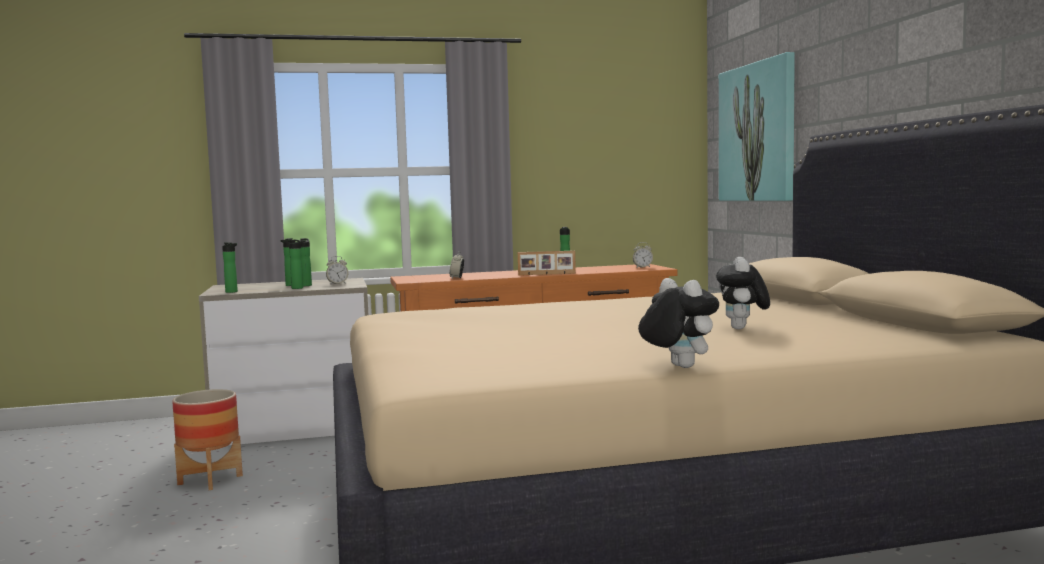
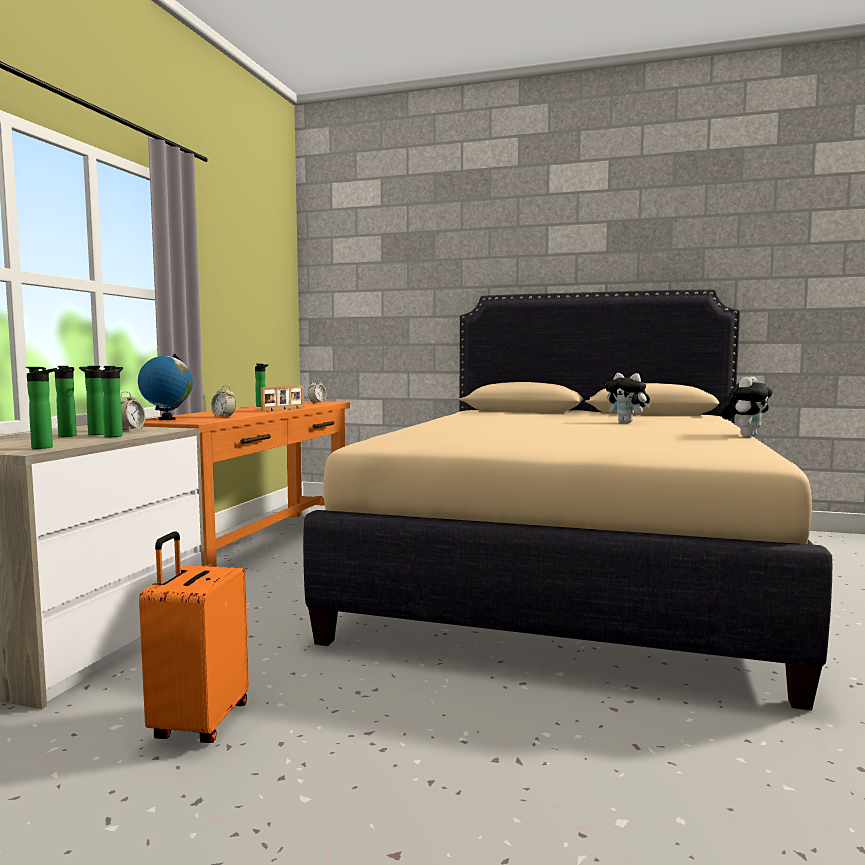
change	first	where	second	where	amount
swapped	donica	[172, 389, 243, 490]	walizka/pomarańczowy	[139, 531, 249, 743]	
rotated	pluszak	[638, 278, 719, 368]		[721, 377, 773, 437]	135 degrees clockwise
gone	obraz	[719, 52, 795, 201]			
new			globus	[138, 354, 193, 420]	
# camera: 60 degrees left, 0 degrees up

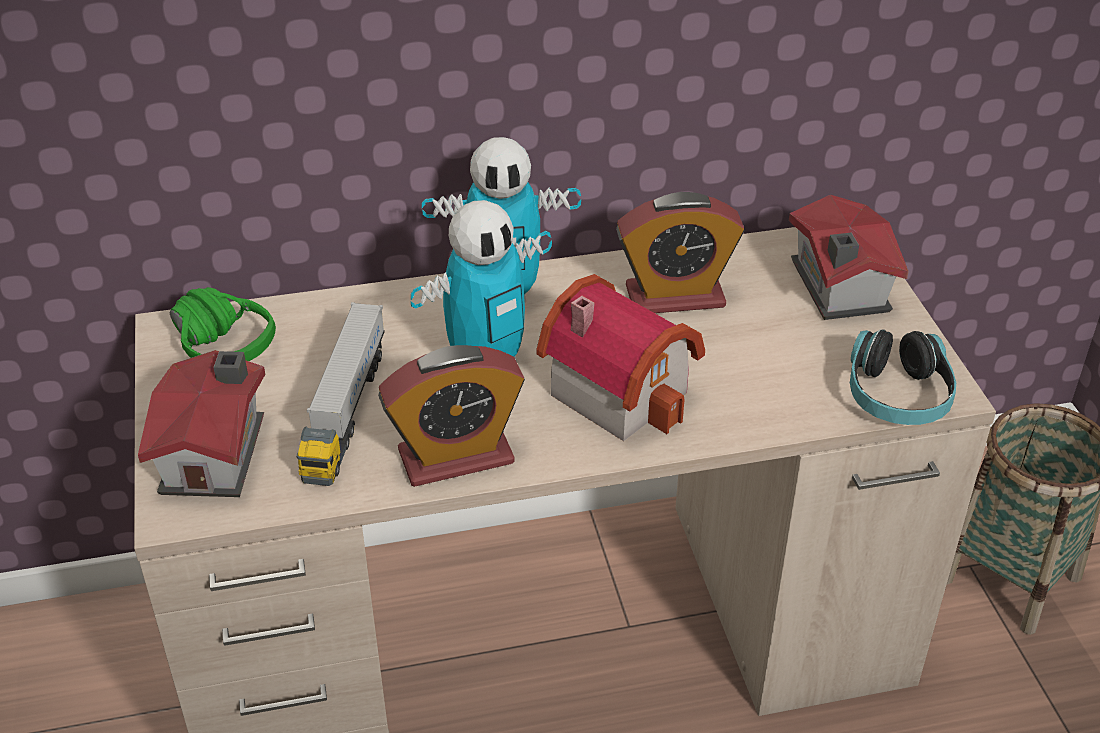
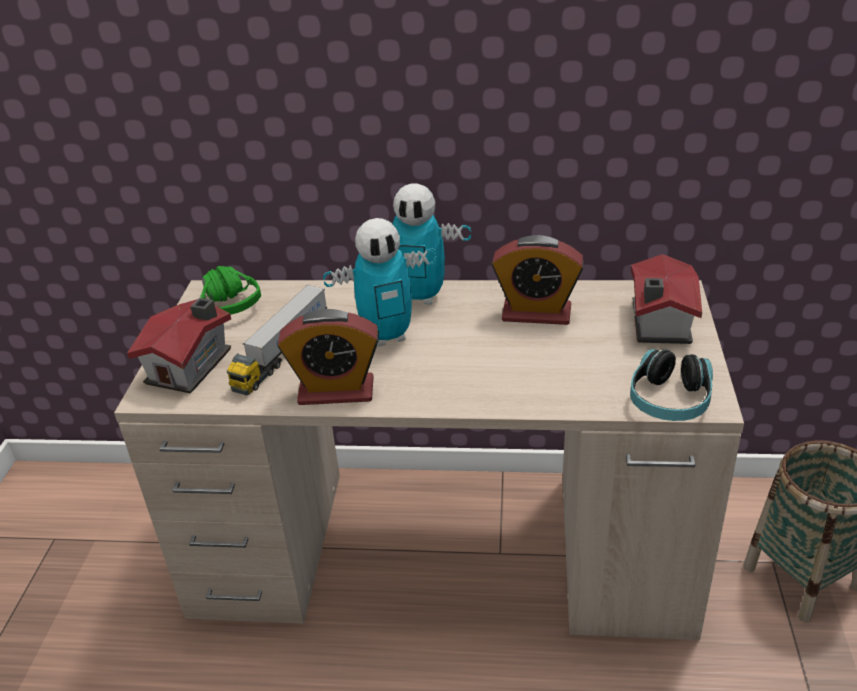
change	first	where	second	where	amount
gone	domek	[536, 274, 705, 441]			
# camera: 20 degrees right, 5 degrees down

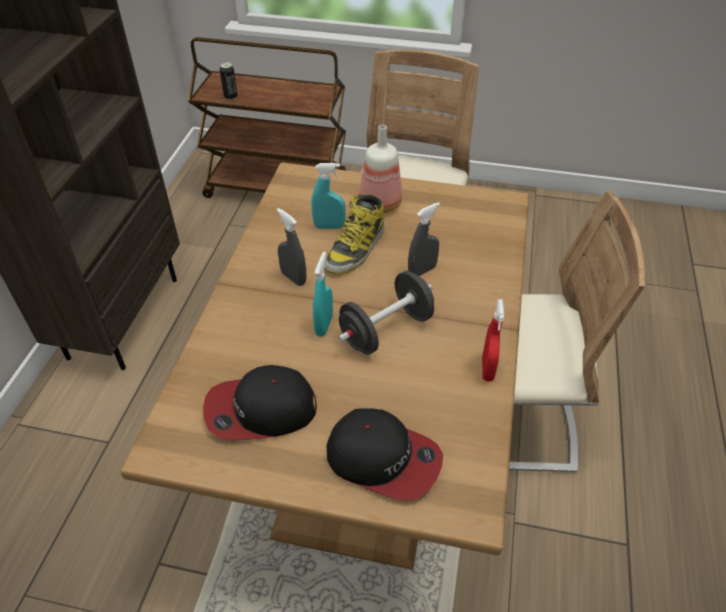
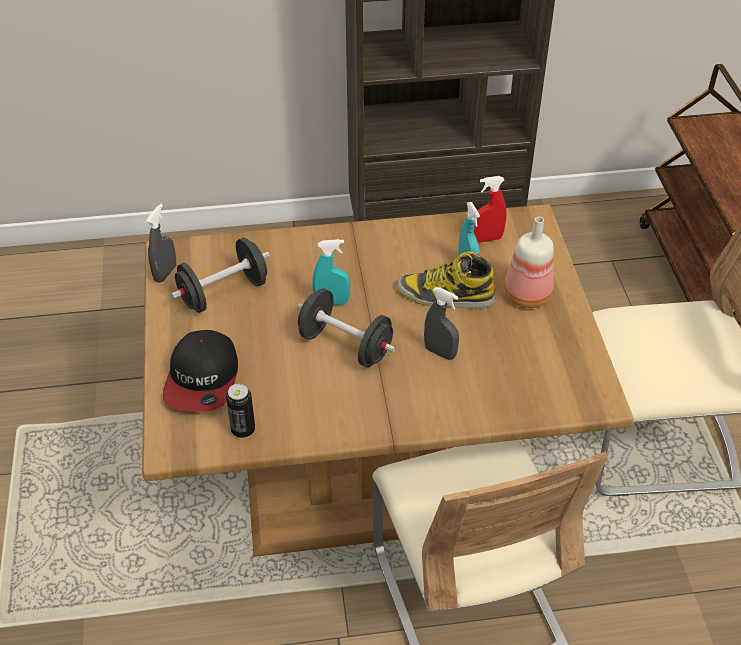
change	first	where	second	where	amount
swapped	czapka z daszkiem	[203, 365, 317, 440]	hantel/czarny	[171, 238, 270, 313]	
shifted	puszka	[220, 62, 238, 100]		[226, 384, 255, 438]	
shifted	spryskiwacz/szary	[277, 208, 306, 286]		[146, 204, 176, 283]	
shifted	spryskiwacz/czerwony	[482, 299, 504, 382]		[474, 176, 507, 243]	
# camera: 70 degrees right, 0 degrees up

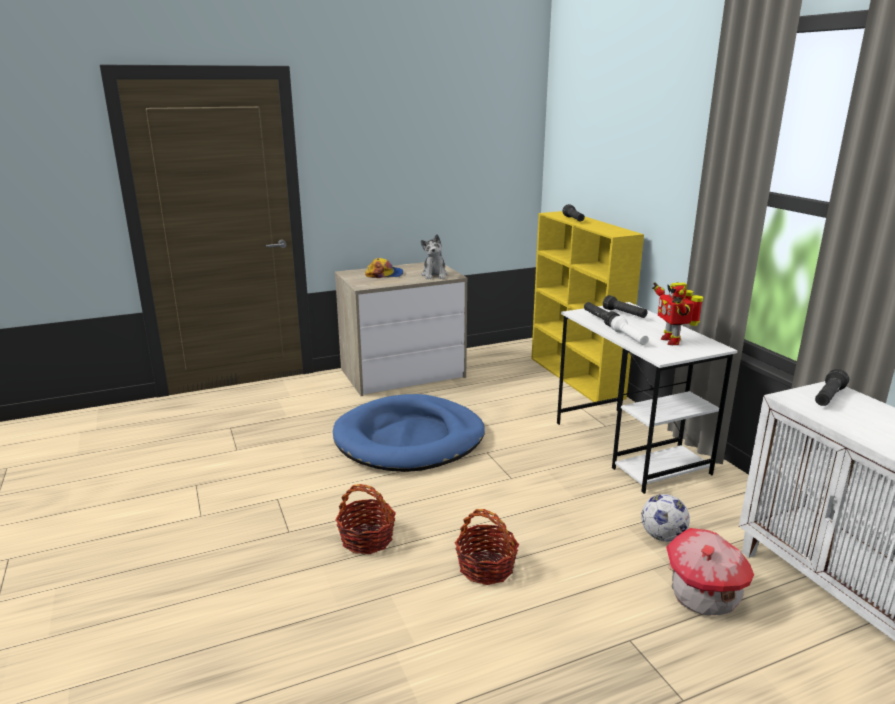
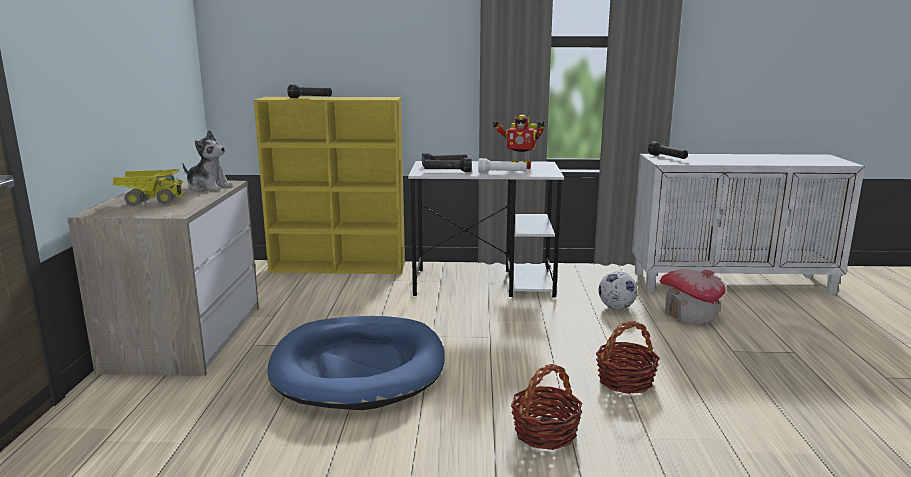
change	first	where	second	where	amount
swapped	czapka z daszkiem	[365, 258, 404, 278]	ciężarówka zabawkowa	[113, 169, 185, 206]	
# camera: 65 degrees left, 5 degrees down

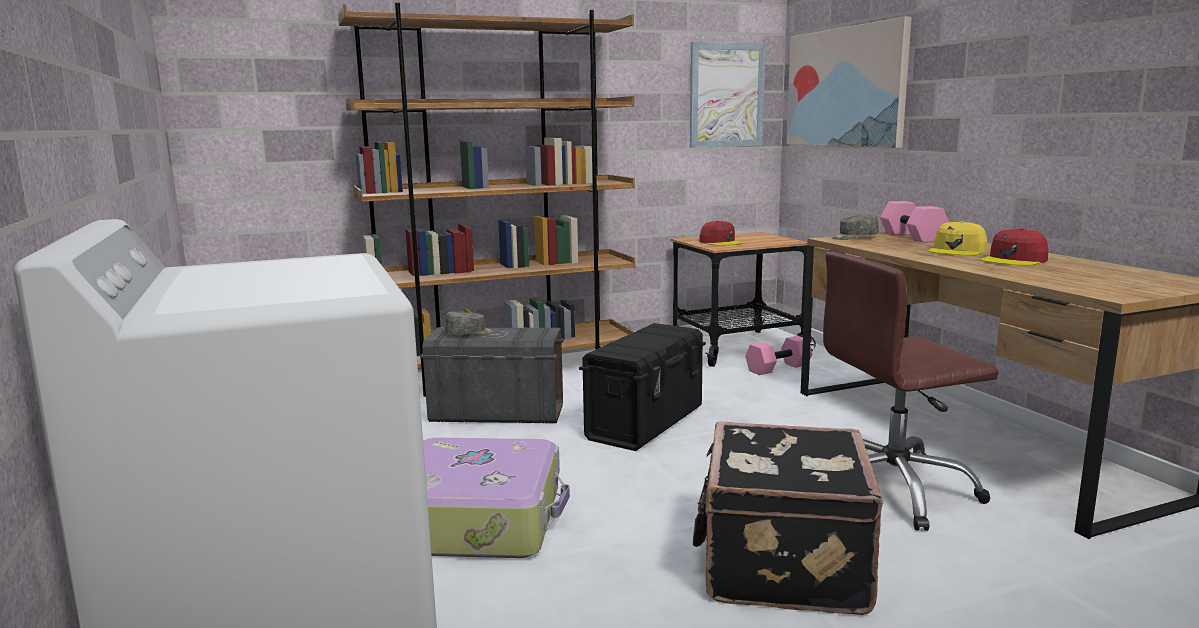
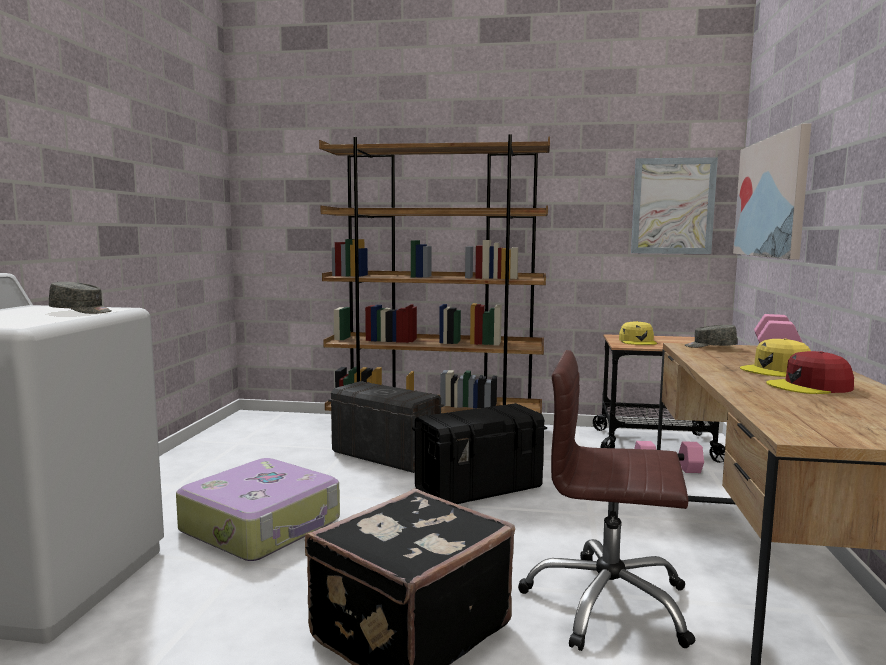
change	first	where	second	where	amount
shifted	czapka z daszkiem/szary	[445, 311, 494, 335]		[49, 282, 111, 314]	
repainted	czapka z daszkiem/czerwony	[699, 221, 743, 246]	czapka z daszkiem/żółty	[619, 321, 657, 345]	
# camera: 30 degrees right, 5 degrees down

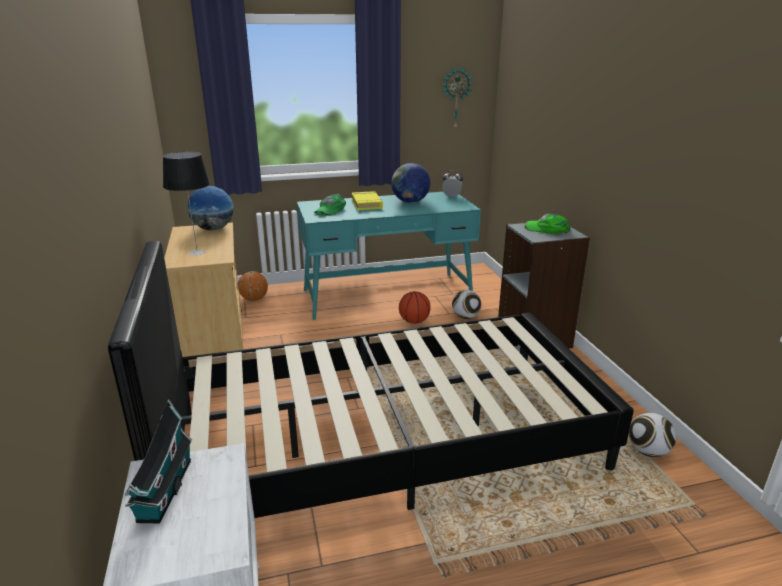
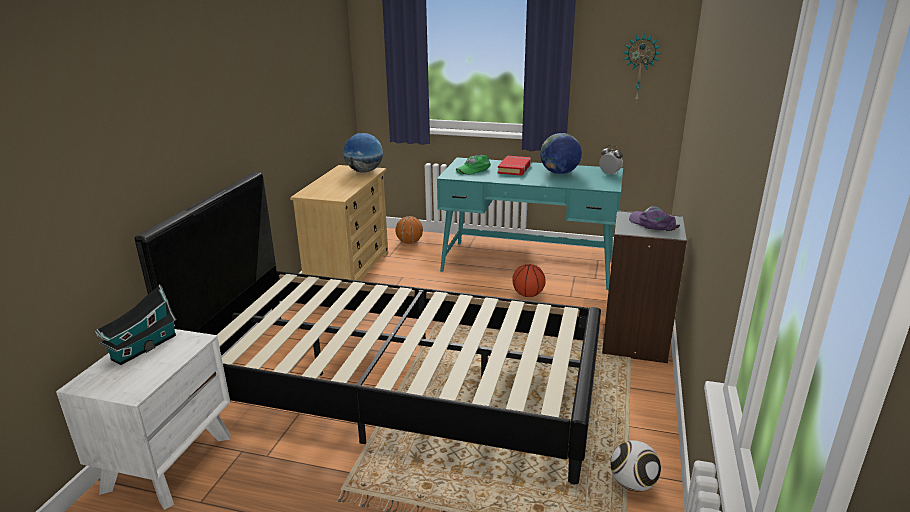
change	first	where	second	where	amount
gone	lampa stołowa	[163, 152, 210, 255]			
repainted	książka/żółty	[351, 191, 383, 210]	książka/czerwony	[498, 155, 531, 176]	
gone	piłka futbolowa	[452, 290, 482, 319]			
repainted	czapka z daszkiem/zielony	[524, 213, 571, 234]	czapka z daszkiem/fioletowy	[629, 206, 680, 231]	
# camera: 30 degrees right, 0 degrees up

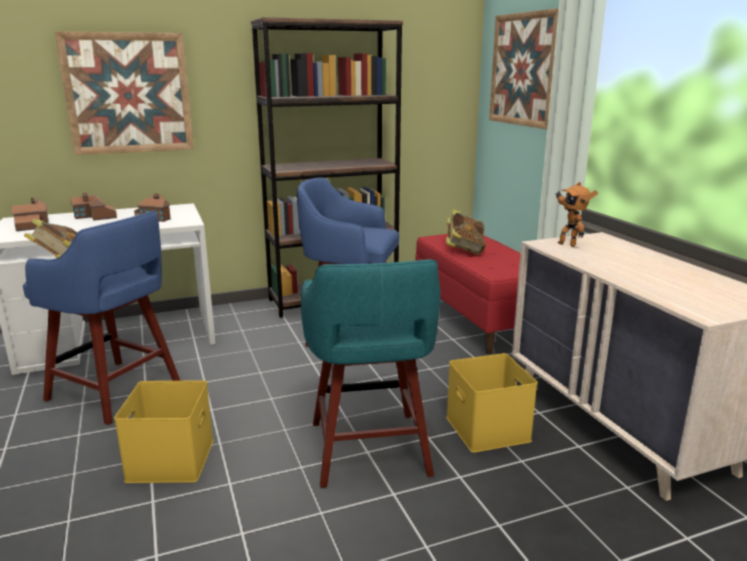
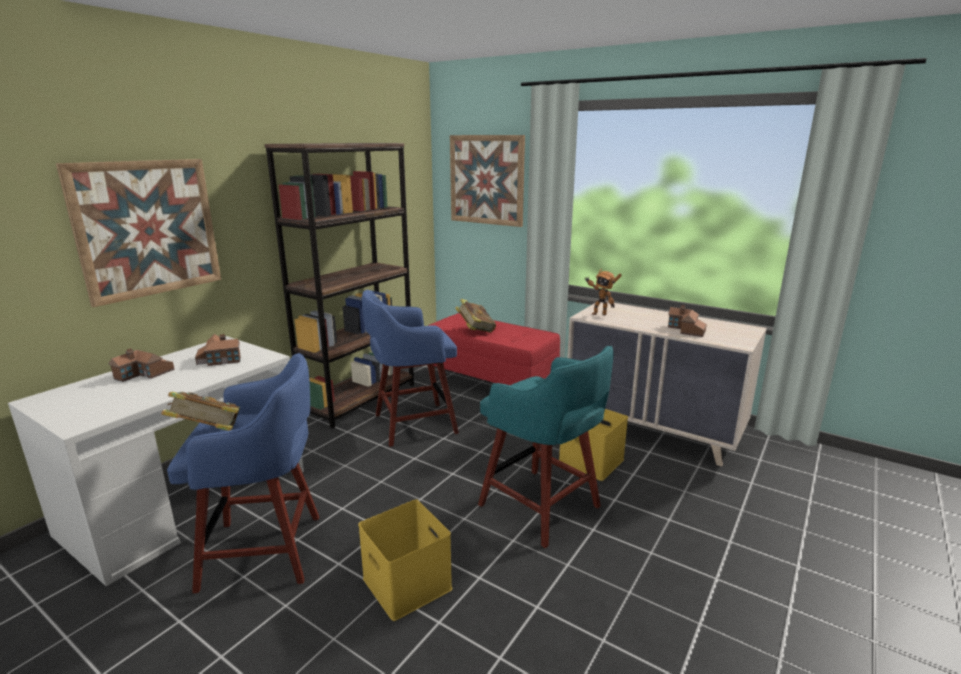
change	first	where	second	where	amount
shifted	domek	[11, 197, 48, 231]		[668, 305, 707, 337]	
# camera: 35 degrees left, 0 degrees up

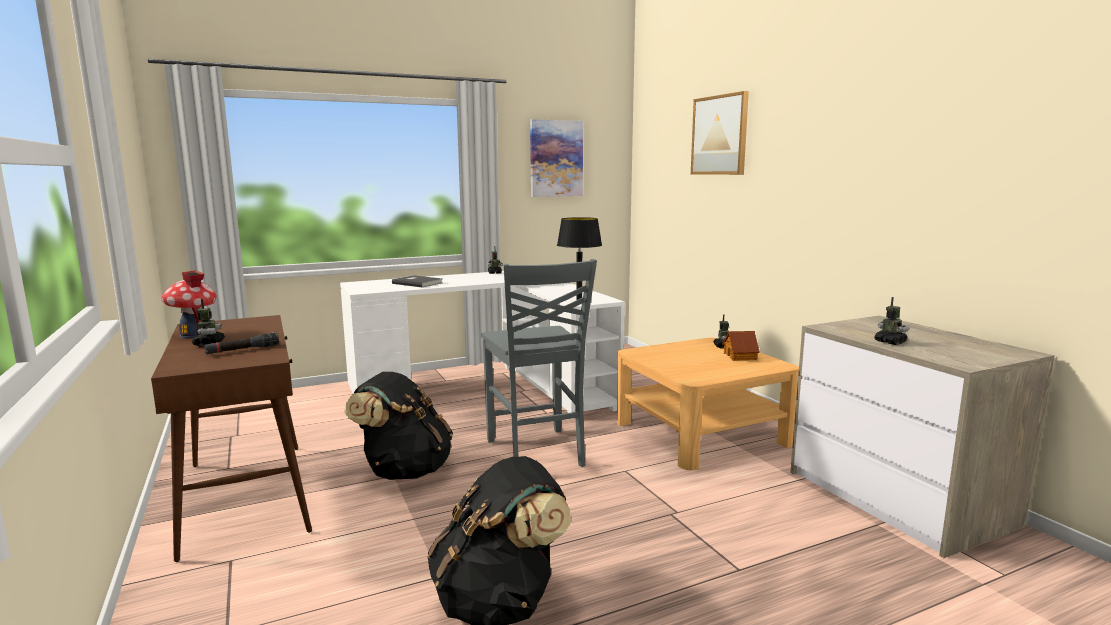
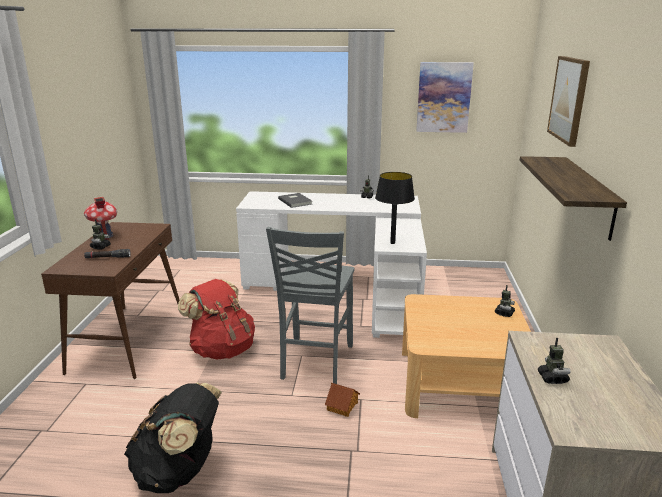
change	first	where	second	where	amount
repainted	plecak/czarny	[344, 372, 453, 480]	plecak/czerwony	[178, 279, 255, 359]	
shifted	domek	[722, 331, 760, 361]		[325, 383, 360, 417]	
new			półka	[519, 156, 627, 241]	
# camera: 30 degrees right, 10 degrees up

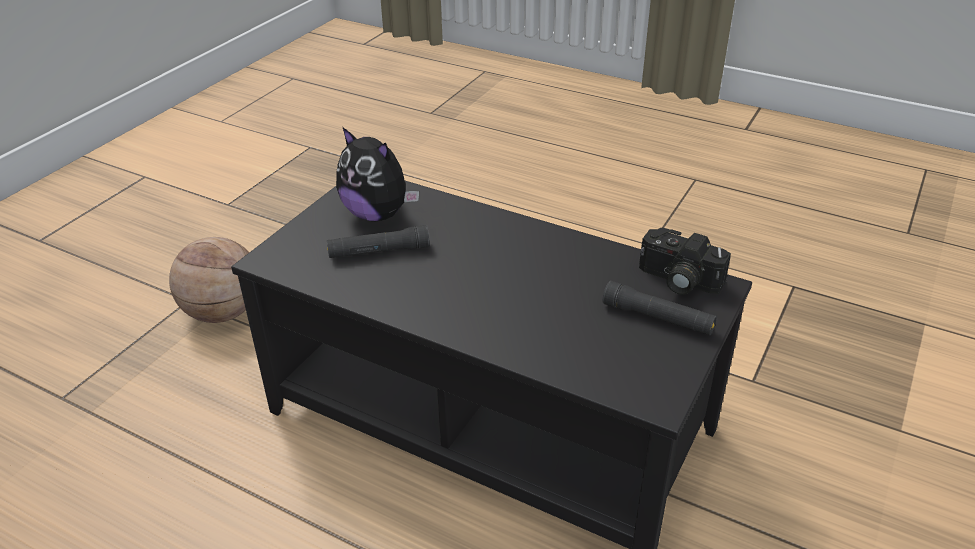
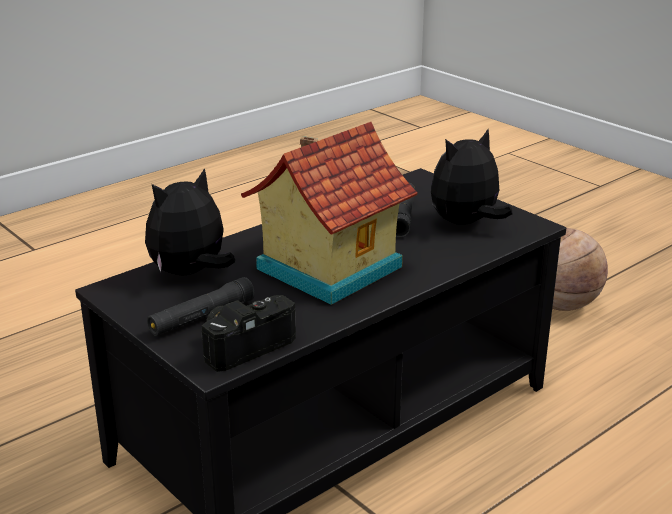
change	first	where	second	where	amount
new			pluszak	[145, 168, 235, 275]	
new			domek	[241, 122, 418, 305]	
# camera: 110 degrees right, 10 degrees down

